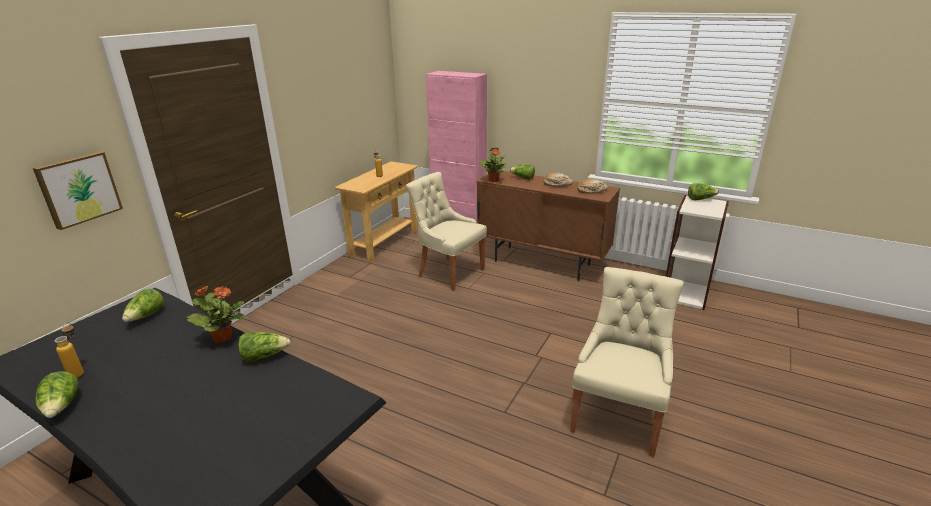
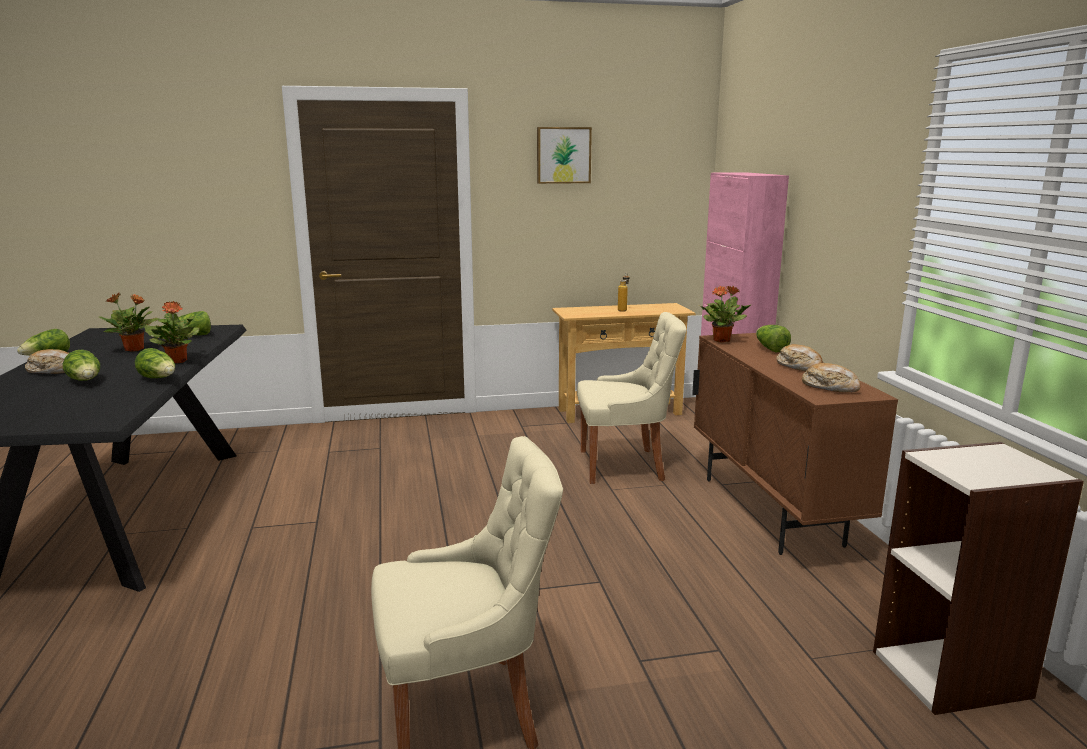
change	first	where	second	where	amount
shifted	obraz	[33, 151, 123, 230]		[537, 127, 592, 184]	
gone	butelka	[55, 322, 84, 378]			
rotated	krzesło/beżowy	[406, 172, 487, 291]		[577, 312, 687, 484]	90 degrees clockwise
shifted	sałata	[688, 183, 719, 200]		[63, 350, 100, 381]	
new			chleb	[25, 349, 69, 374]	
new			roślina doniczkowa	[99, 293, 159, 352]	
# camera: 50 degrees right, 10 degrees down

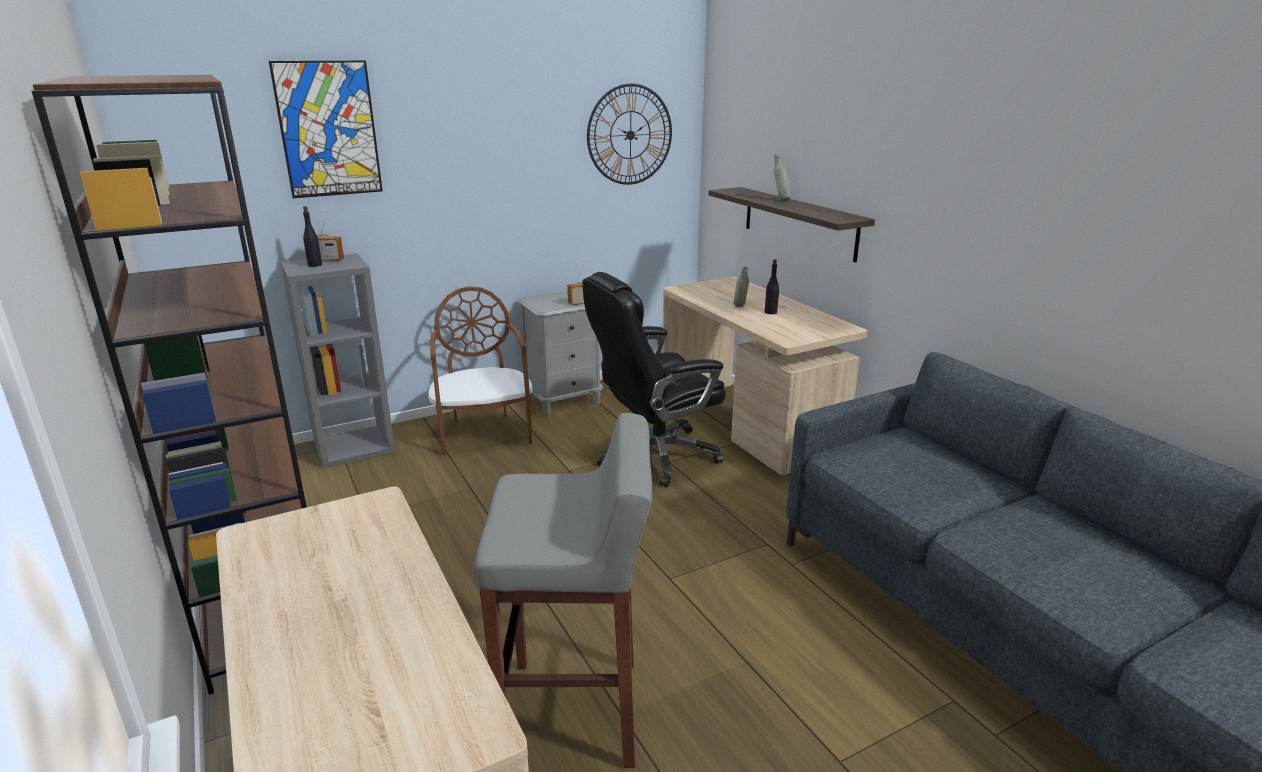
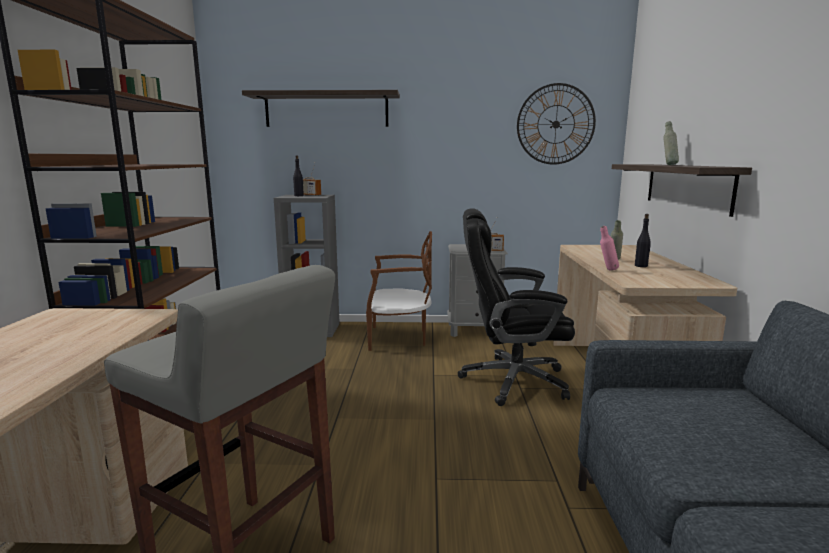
change	first	where	second	where	amount
swapped	obraz	[269, 61, 383, 198]	półka	[242, 90, 400, 127]	
rotated	krzesło/brązowy	[428, 286, 533, 456]		[366, 231, 432, 351]	75 degrees clockwise
new			butelka/różowy	[600, 226, 619, 271]	
# camera: 30 degrees right, 10 degrees down

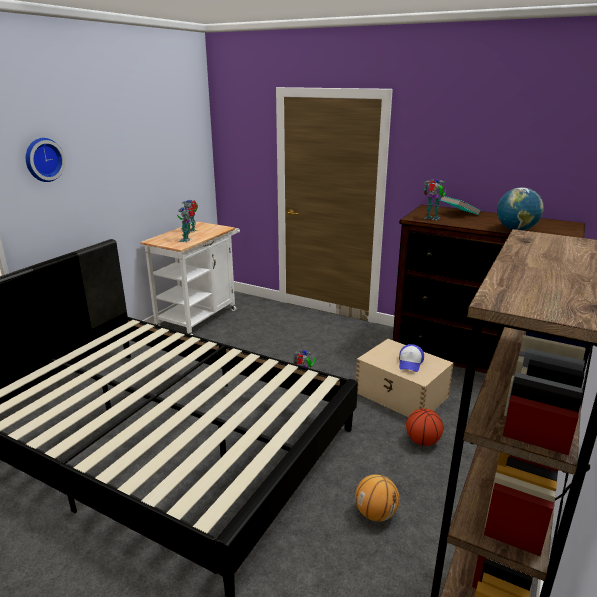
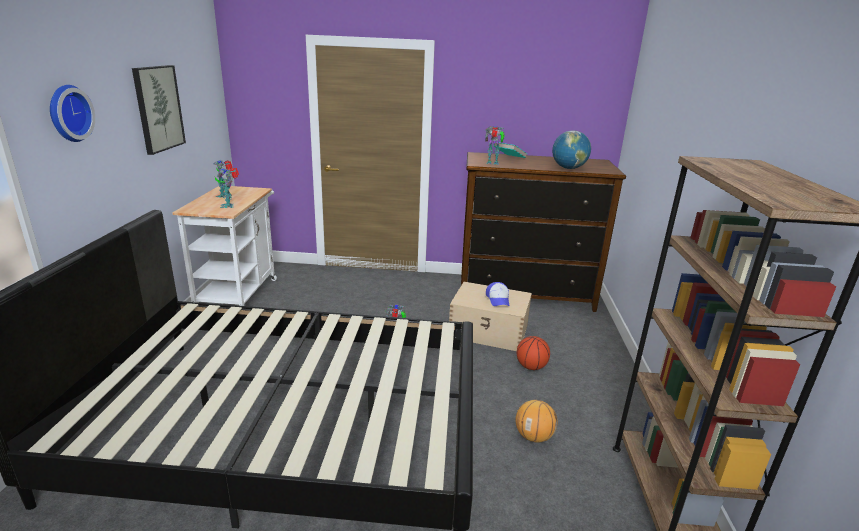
change	first	where	second	where	amount
new			obraz	[132, 65, 186, 155]	
# camera: 25 degrees left, 0 degrees up

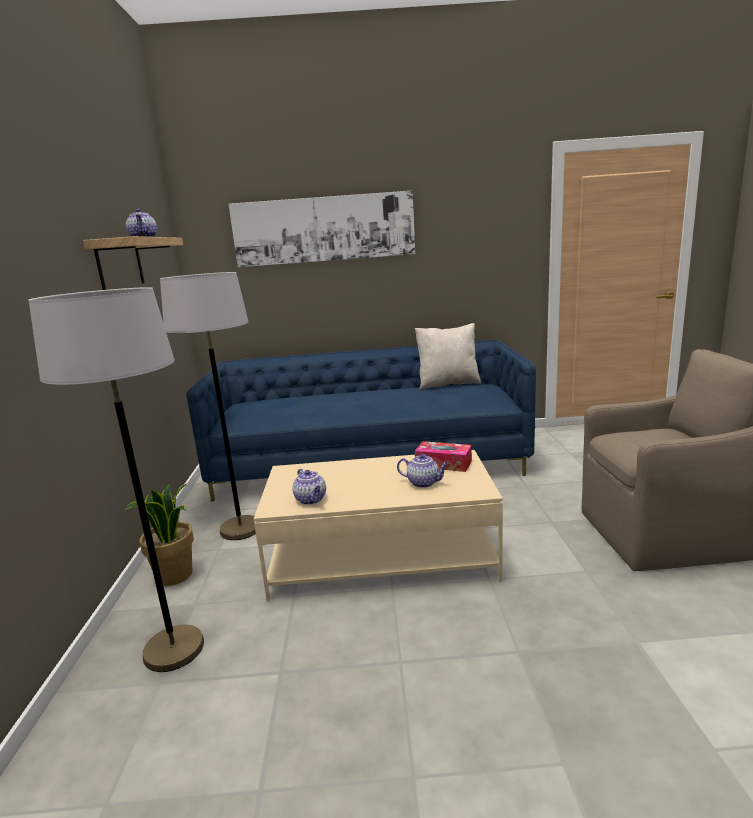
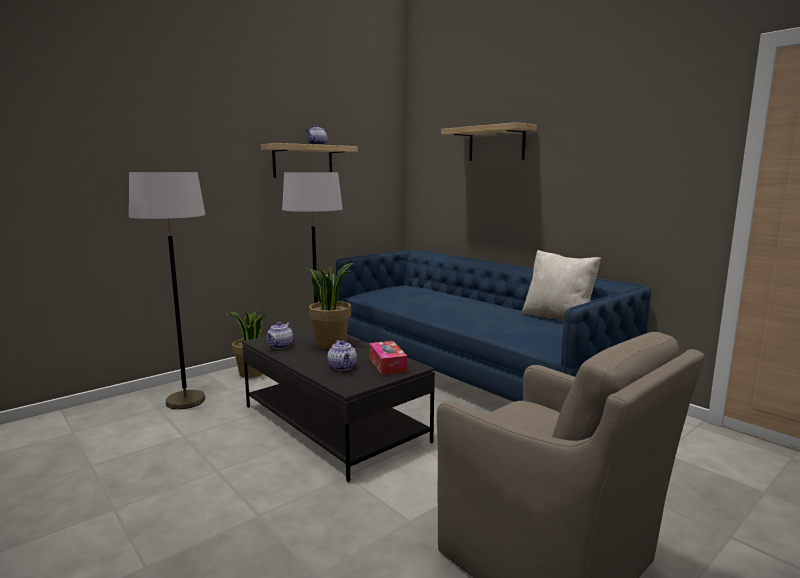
change	first	where	second	where	amount
swapped	obraz	[229, 191, 415, 267]	półka	[441, 122, 537, 161]	
repainted	ława/beżowy	[254, 450, 503, 602]	ława/czarny	[242, 326, 435, 482]	
new			roślina doniczkowa	[307, 263, 354, 349]	
# camera: 50 degrees right, 5 degrees down

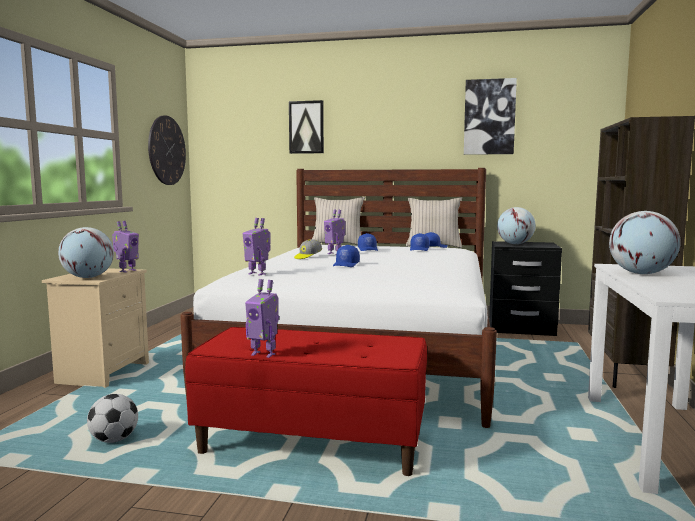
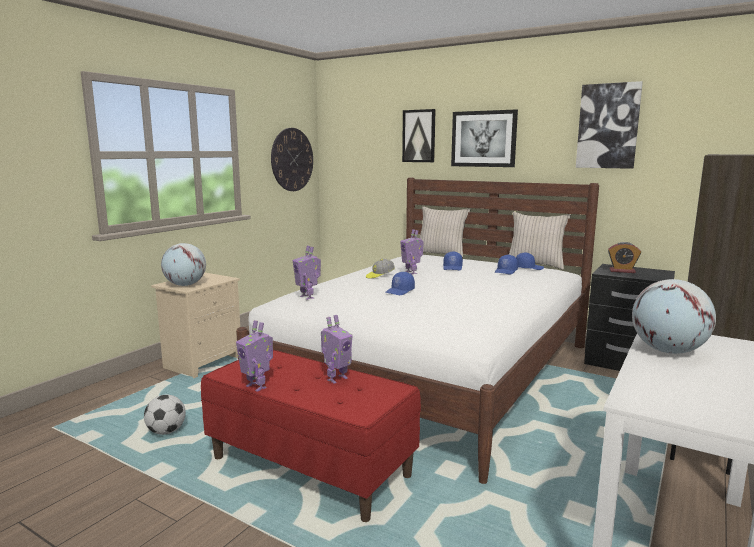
change	first	where	second	where	amount
shifted	robot zabawkowy	[112, 221, 139, 273]		[321, 315, 352, 384]	
swapped	globus	[497, 207, 536, 244]	budzik	[608, 242, 641, 273]	
new			obraz	[451, 109, 518, 167]	
# camera: 20 degrees right, 5 degrees up

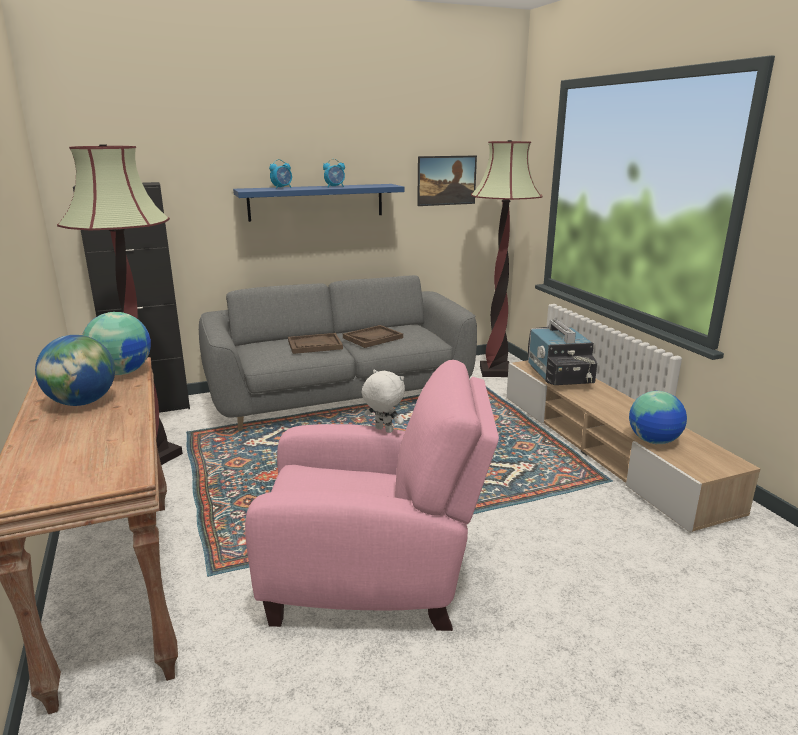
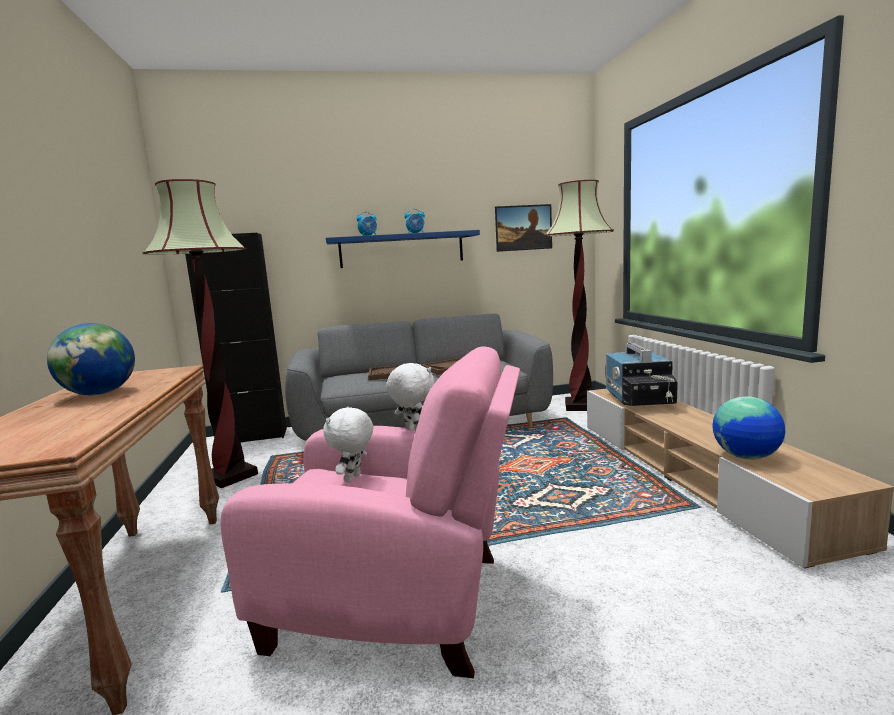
change	first	where	second	where	amount
gone	globus	[82, 312, 151, 375]			
new			pluszak/biały	[323, 407, 373, 483]	
# camera: 10 degrees right, 10 degrees down

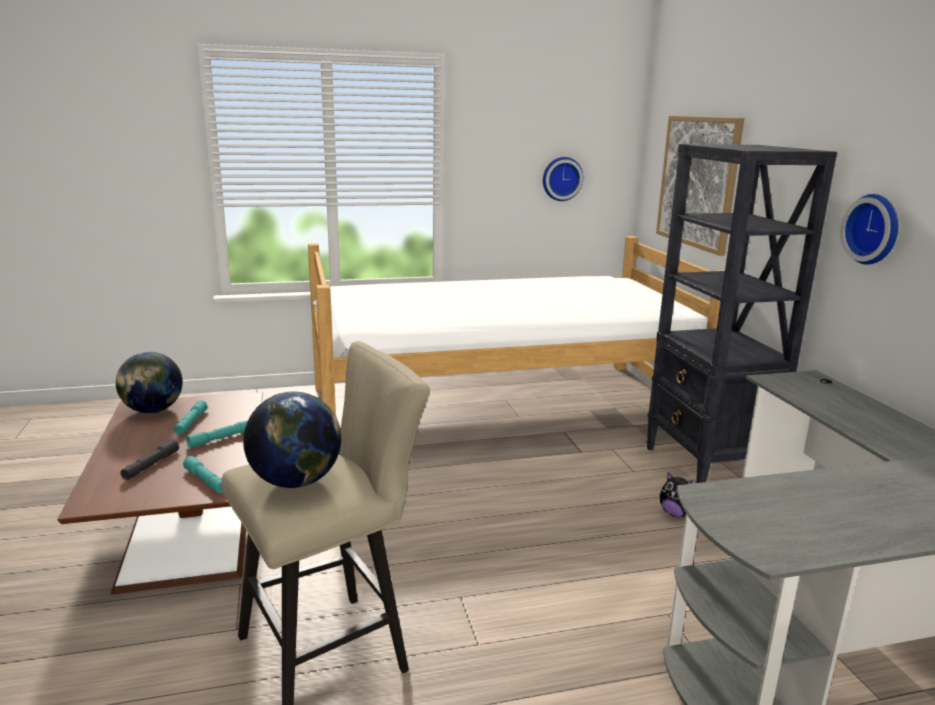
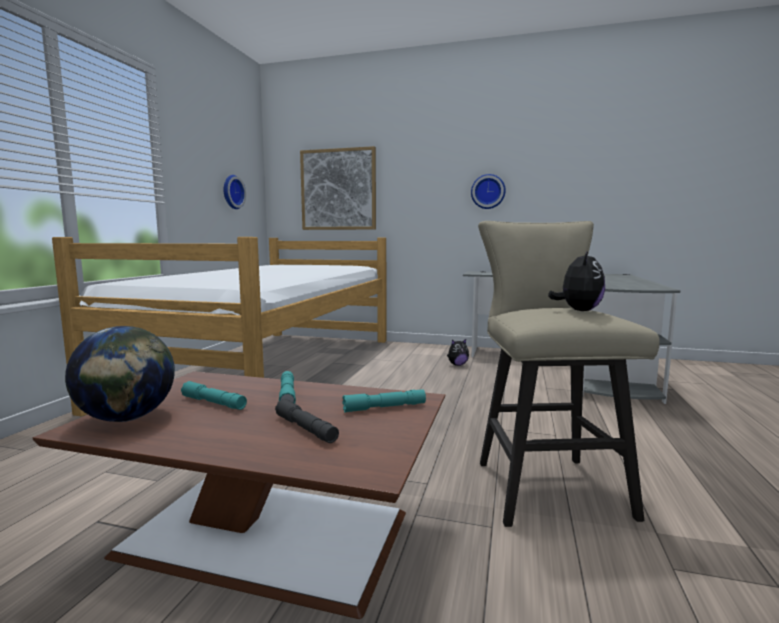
change	first	where	second	where	amount
swapped	globus	[243, 391, 341, 488]	pluszak	[548, 250, 605, 311]	
gone	regał/czarny	[646, 144, 837, 483]			
# camera: 60 degrees left, 10 degrees down

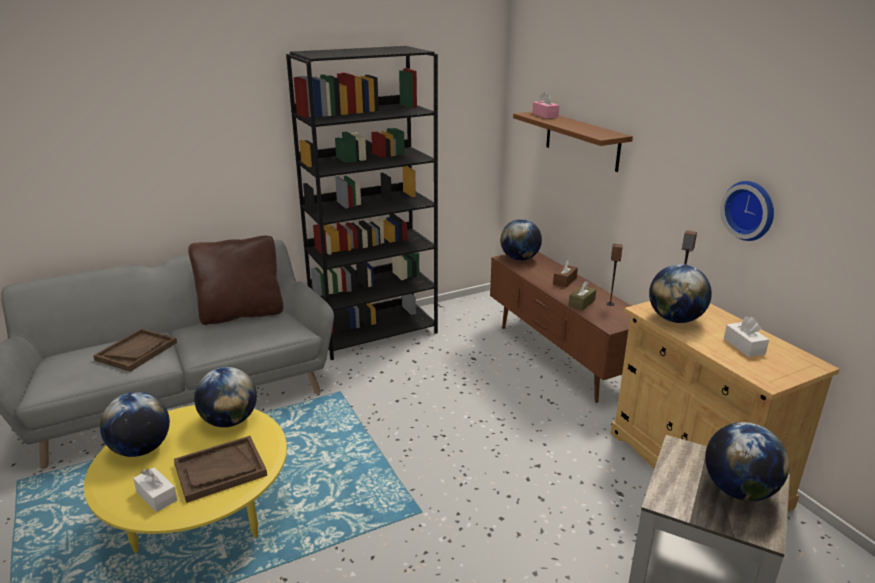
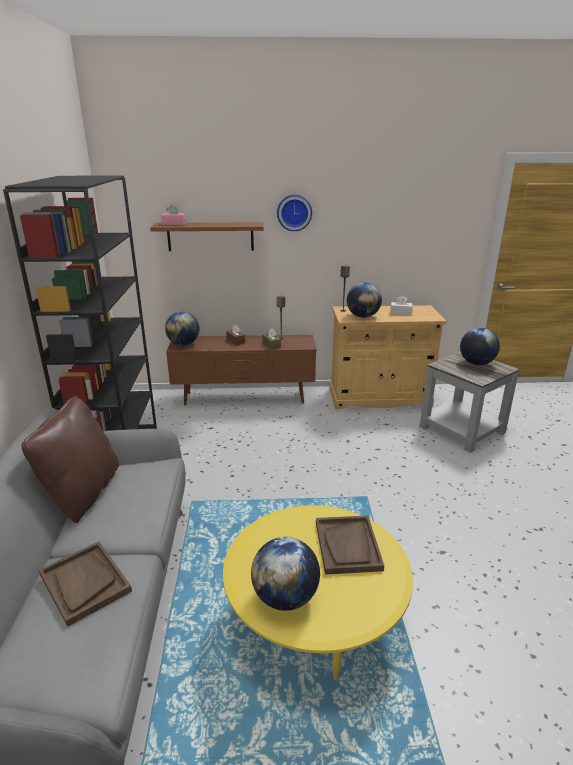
change	first	where	second	where	amount
gone	pudełko chusteczek/biały	[133, 467, 178, 512]			
gone	globus	[194, 367, 257, 427]			
shifted	zegar ścienny	[721, 181, 774, 241]		[277, 195, 312, 231]	
# camera: 65 degrees left, 0 degrees up

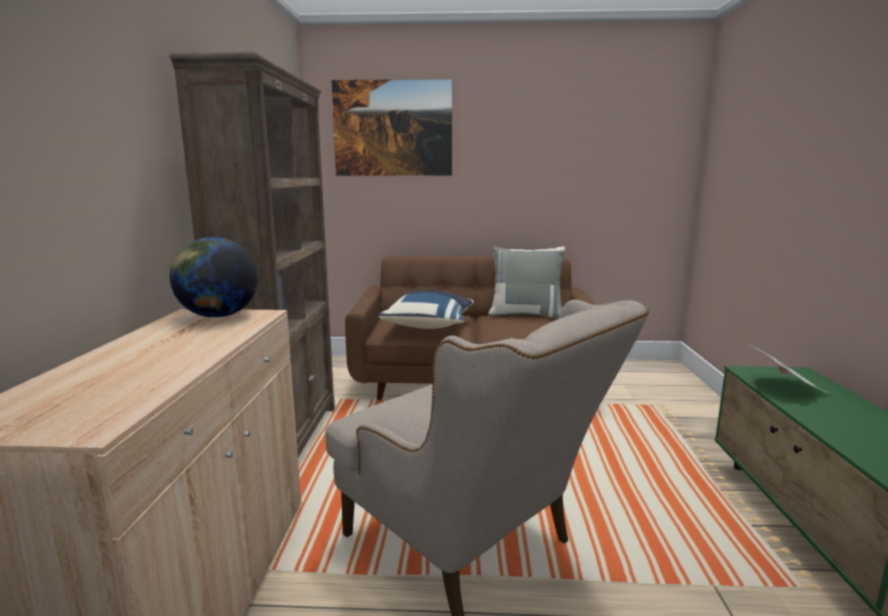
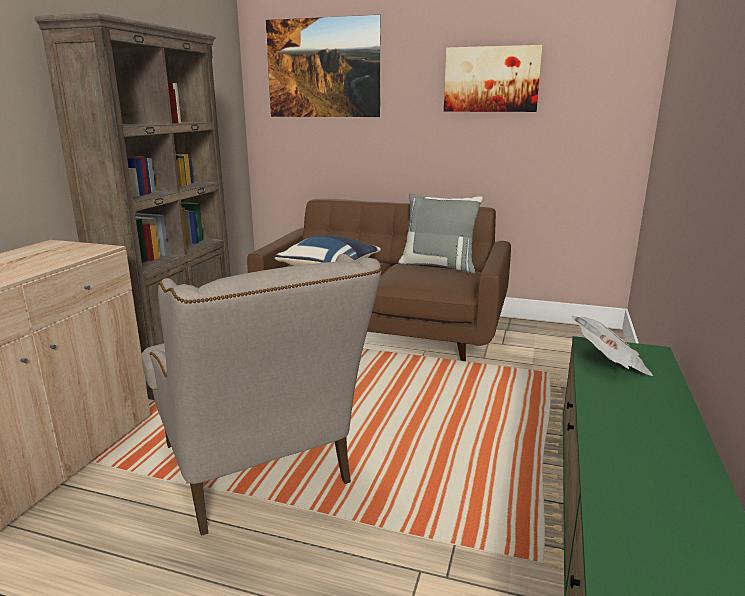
change	first	where	second	where	amount
gone	globus	[170, 237, 258, 318]			
new			obraz	[444, 45, 543, 112]	
# camera: 15 degrees right, 5 degrees up

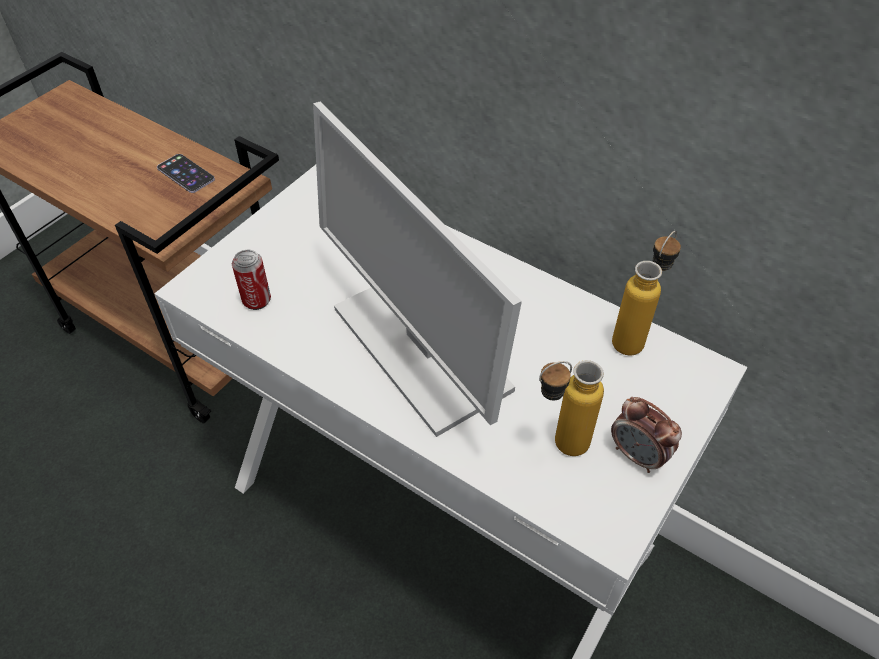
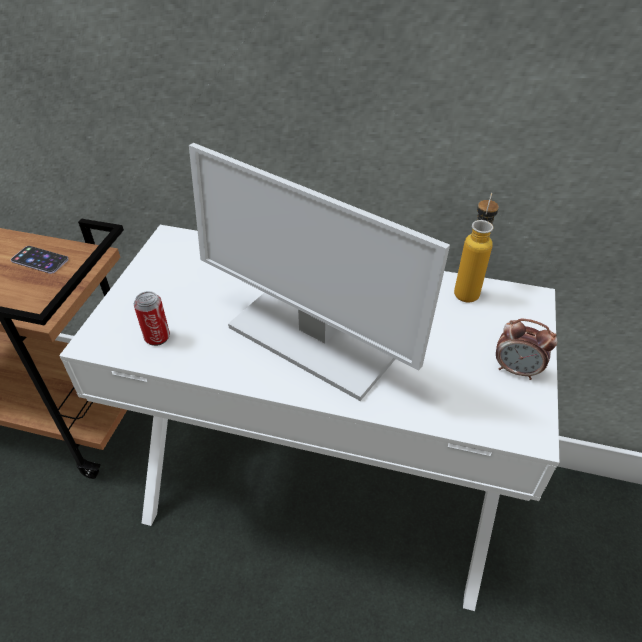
change	first	where	second	where	amount
gone	butelka	[539, 360, 604, 456]			
# camera: 20 degrees left, 5 degrees down

